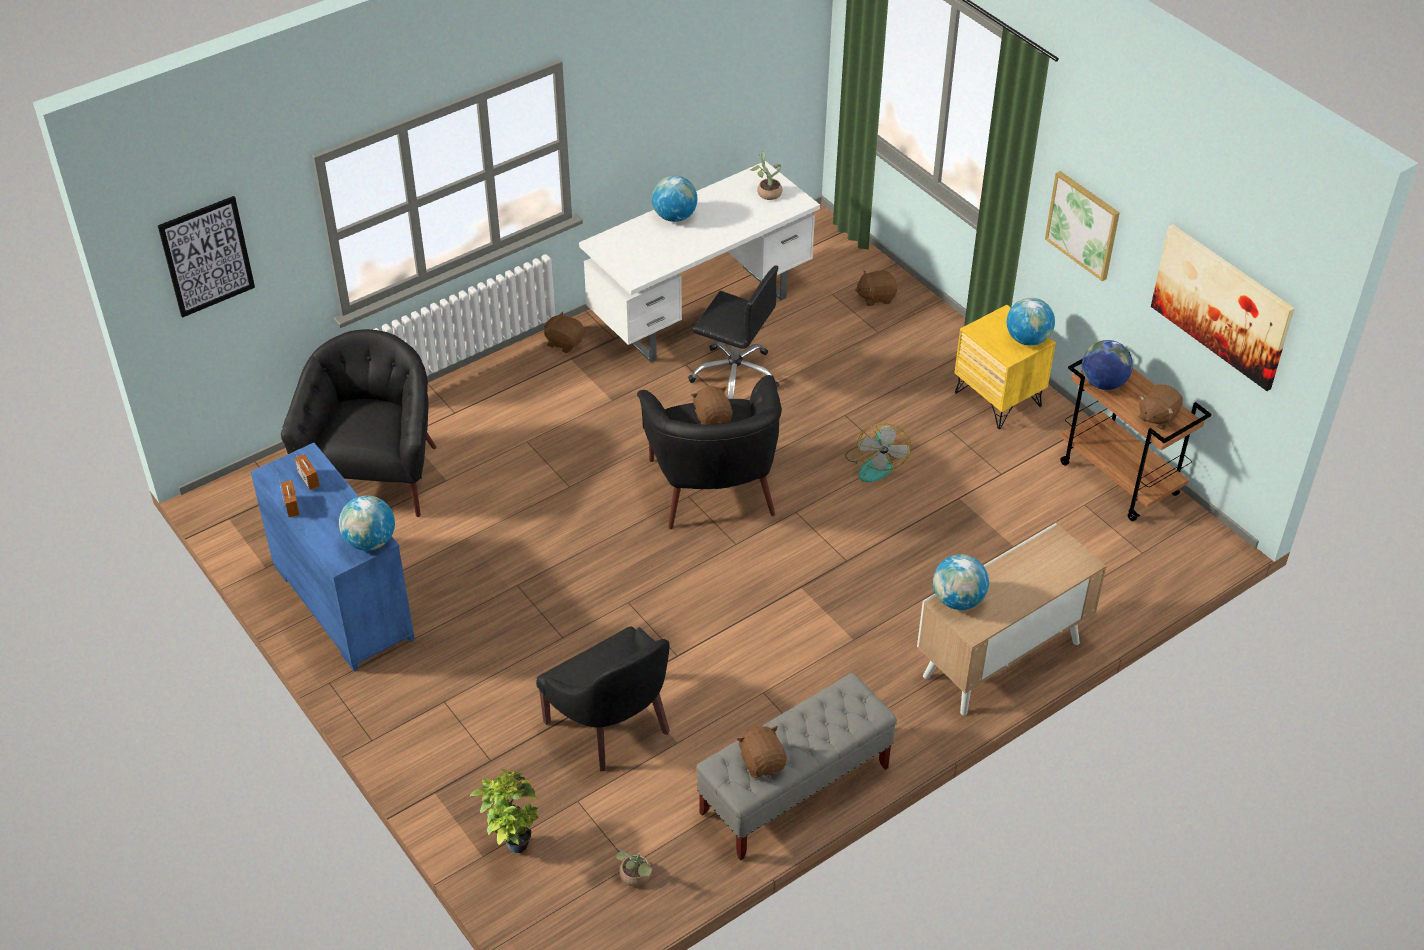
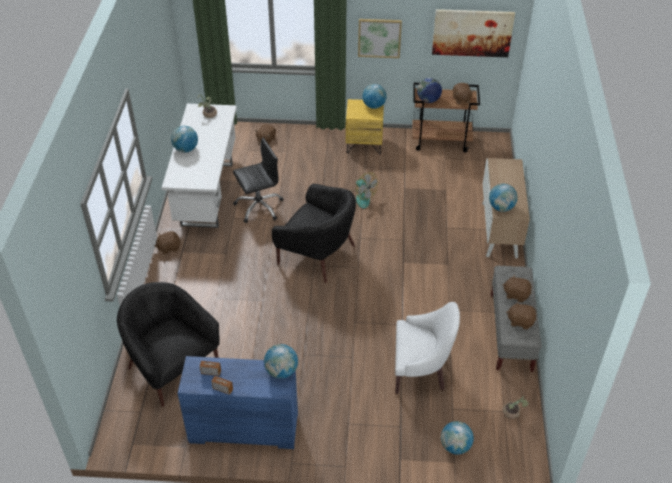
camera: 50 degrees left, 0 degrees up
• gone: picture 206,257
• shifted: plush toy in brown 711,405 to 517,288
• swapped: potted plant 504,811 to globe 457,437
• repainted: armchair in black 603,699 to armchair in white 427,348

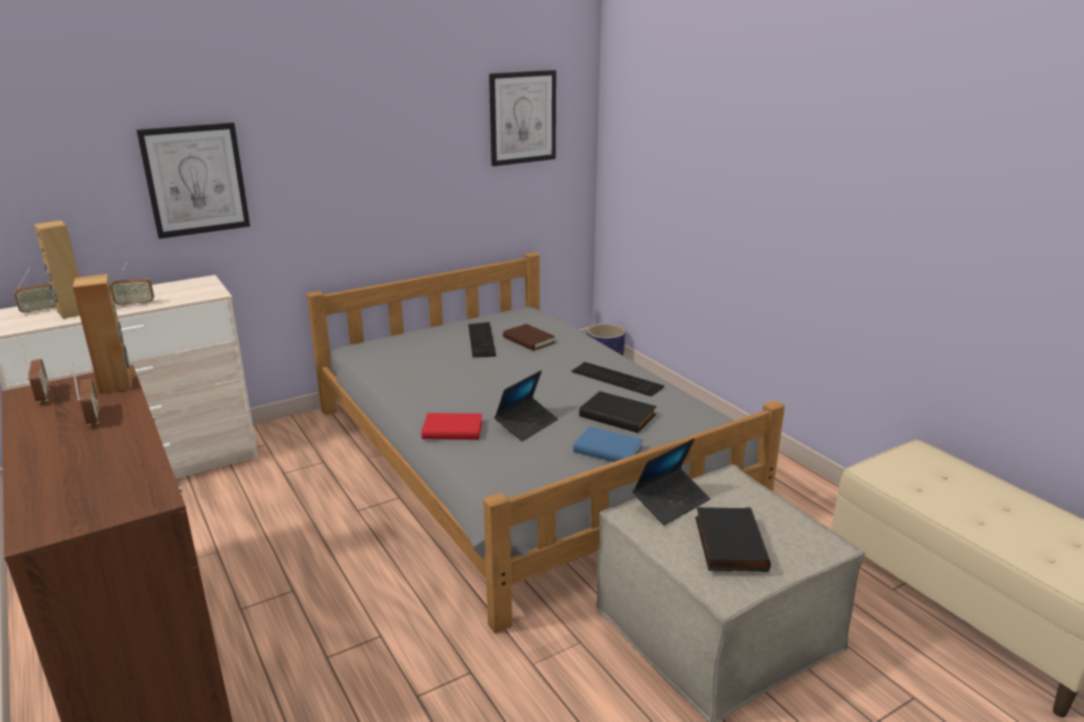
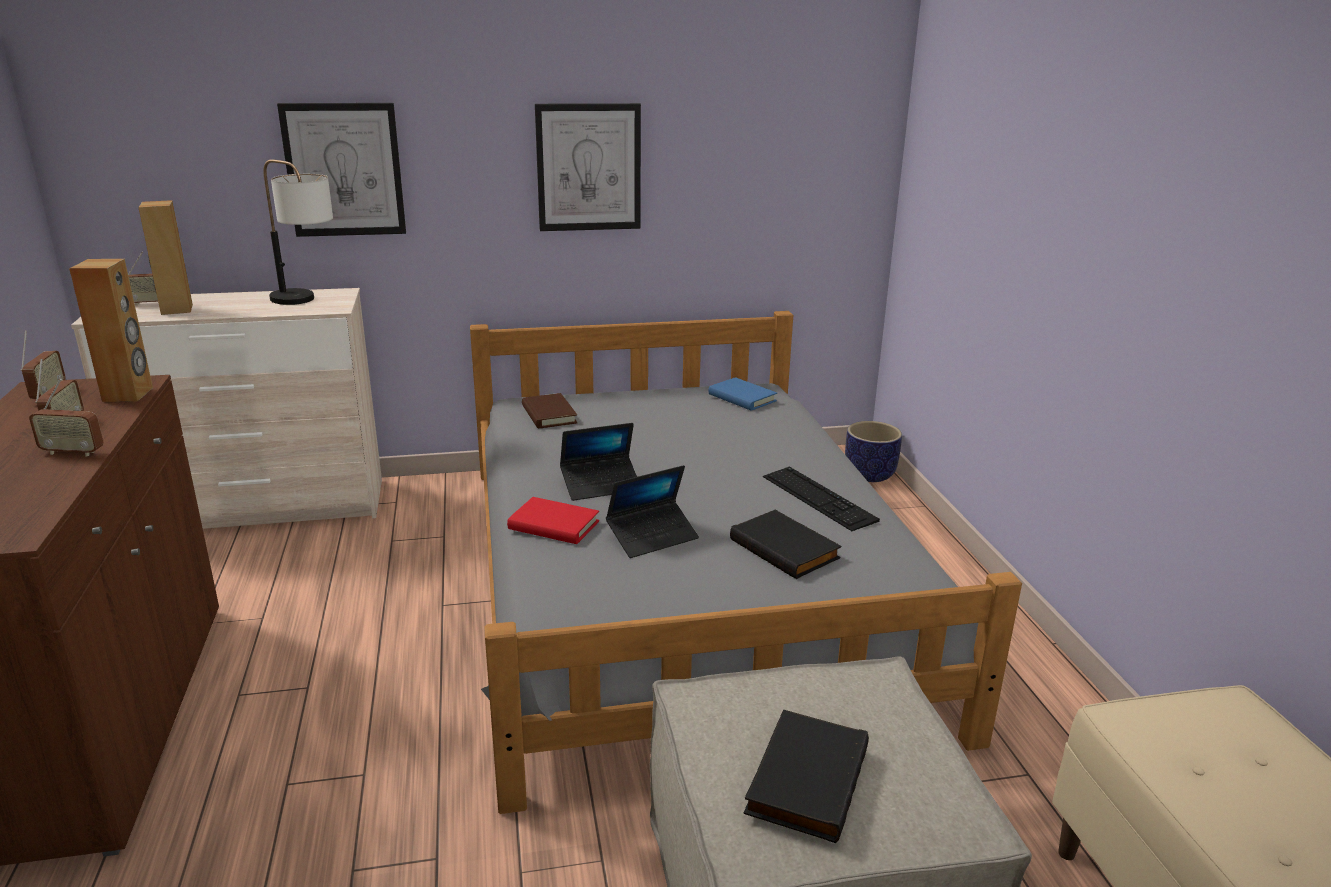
camera: 20 degrees right, 0 degrees up
• gone: keyboard 482,340
• new: table lamp 298,232
• shifted: radio 132,284 to 66,418
• shifted: picture 522,118 to 588,167
• shifted: book in brown 529,337 to 550,410
• shifted: book in blue 608,444 to 742,394
• shifted: laptop 671,481 to 598,462

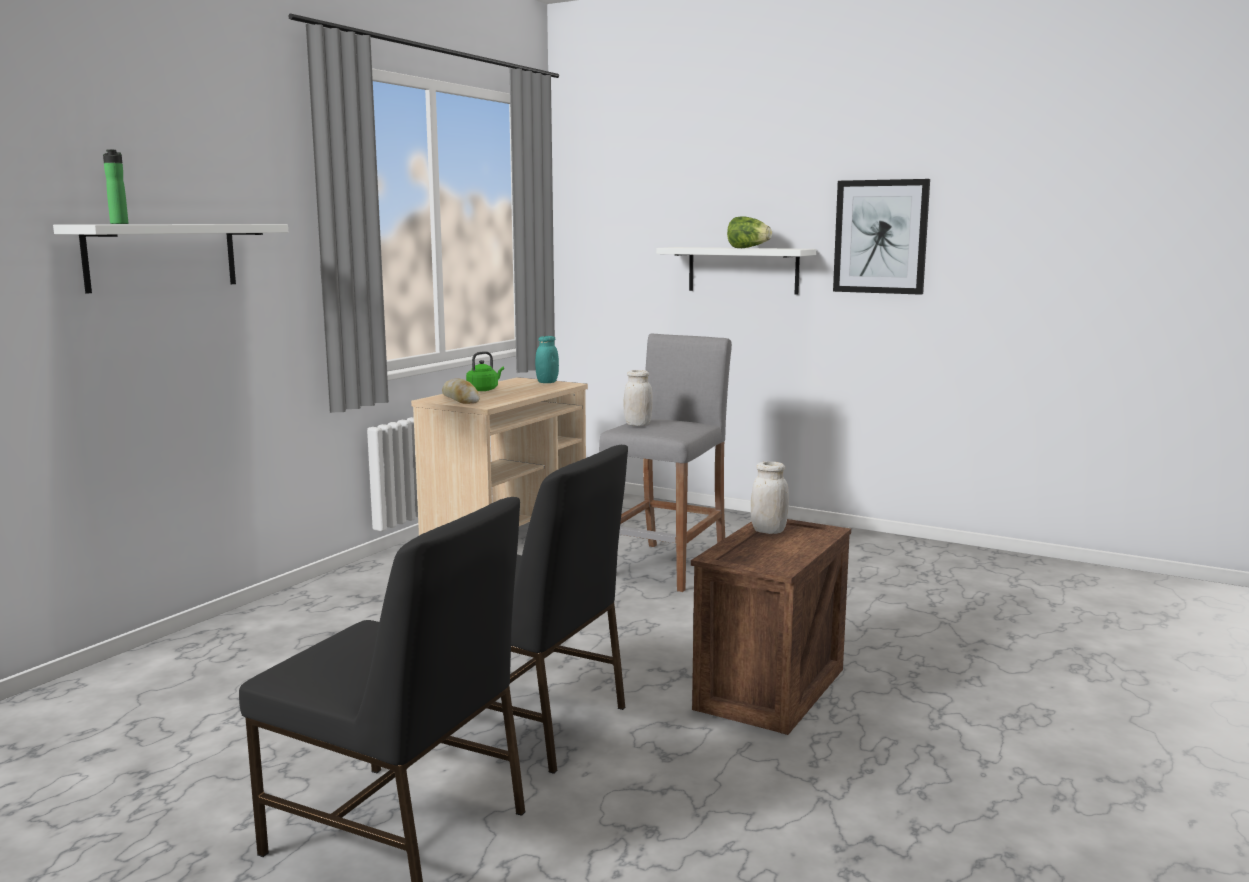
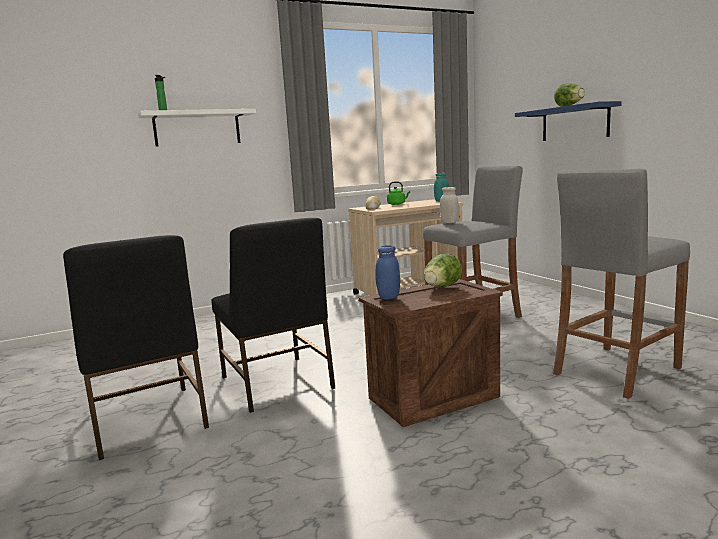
camera: 35 degrees right, 0 degrees up
• gone: picture 881,237
• new: jar in blue 387,272
• new: stool in grey 621,284
• swapped: jar in white 770,497 to lettuce 443,270
• repainted: shelf in white 736,271 to shelf in blue 568,121

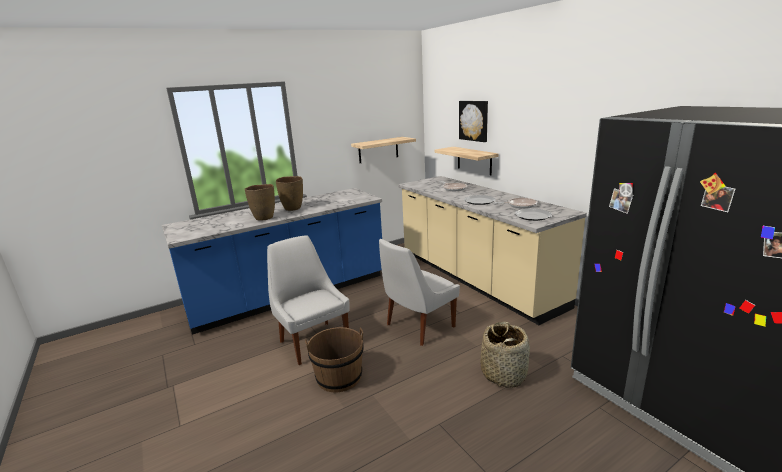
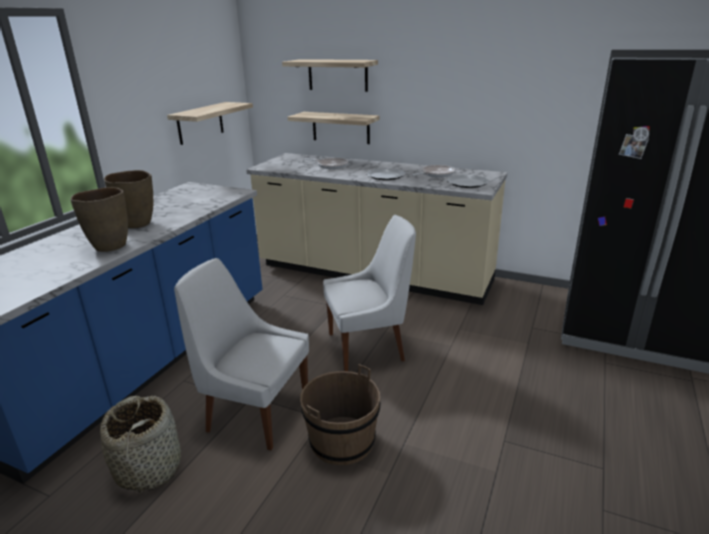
camera: 35 degrees left, 5 degrees up
• shifted: basket 505,354 to 140,444
• swapped: picture 473,121 to shelf 330,75
• rotated: chair in white 419,292 = 369,293 120 degrees counterclockwise

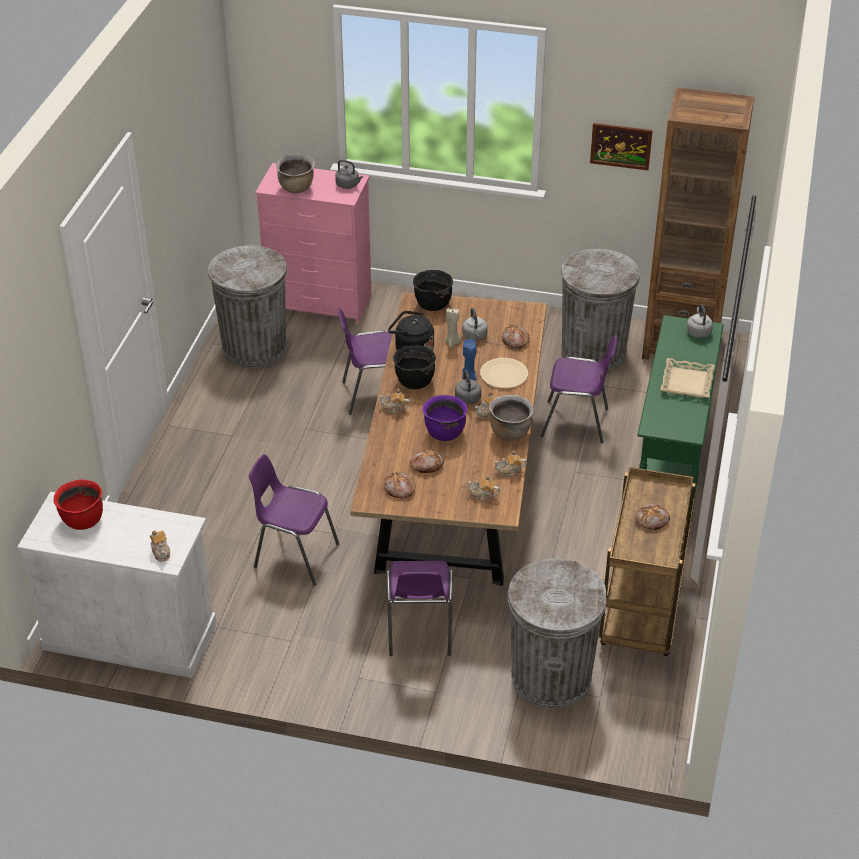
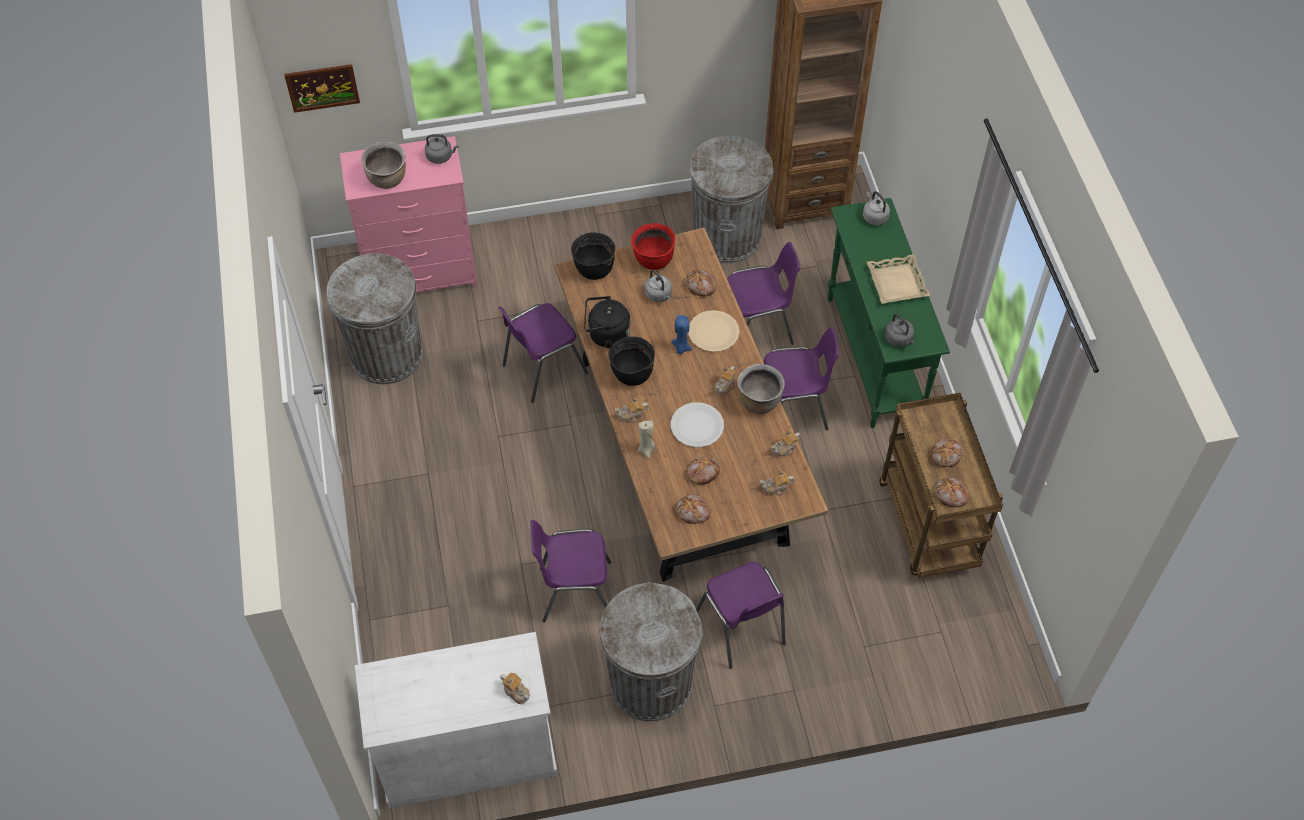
camera: 25 degrees left, 15 degrees up
• new: chair in purple 801,378
• new: bread 951,492
• shifted: cooking pot in red 78,504 to 653,246
• shifted: candle in beige 453,328 to 646,439
• shifted: kettle in grey 468,387 to 900,330
• shifted: trash can in grey 557,633 to 651,651
• shifted: picture 621,146 to 322,88
• swapped: cooking pot in purple 444,418 to plate in white 697,424

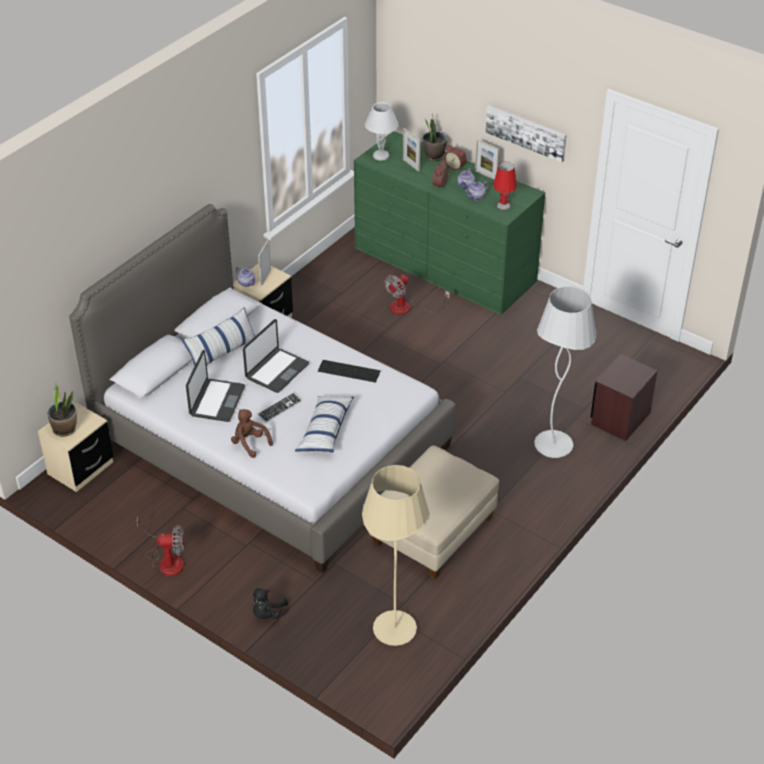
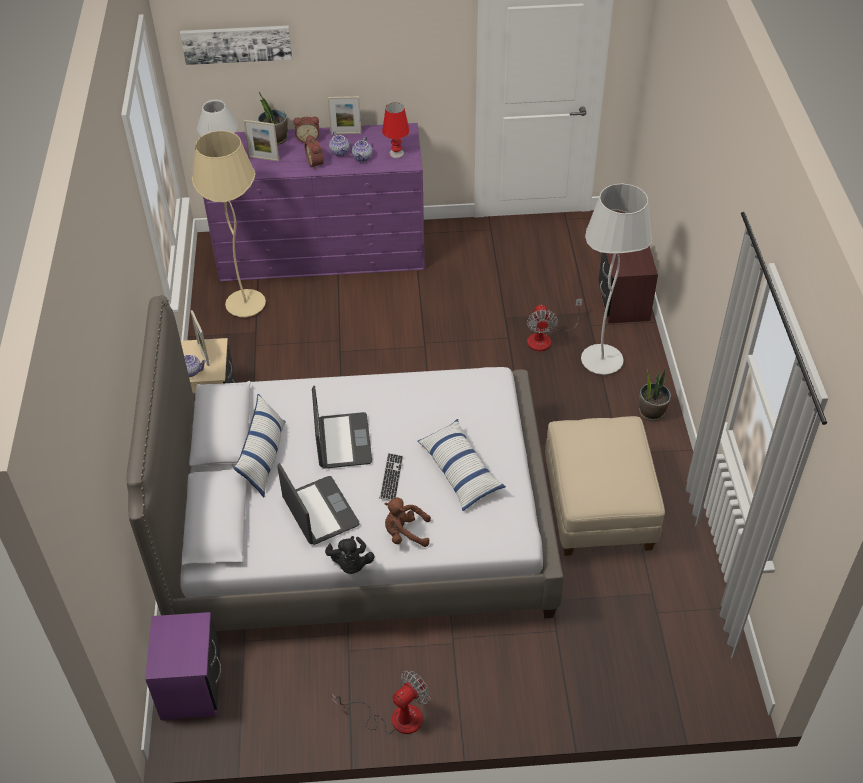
camera: 40 degrees left, 5 degrees up
• gone: keyboard 349,371
• shifted: potted plant 62,410 to 655,393
• shifted: plush toy in black 270,603 to 350,555
• shifted: floor lamp in beige 396,555 to 229,224
• shifted: fan 417,294 to 554,325
• shifted: picture 525,133 to 236,45
• repainted: nightstand in beige 75,447 to nightstand in purple 183,666
• repainted: dresser in green 449,223 to dresser in purple 314,202

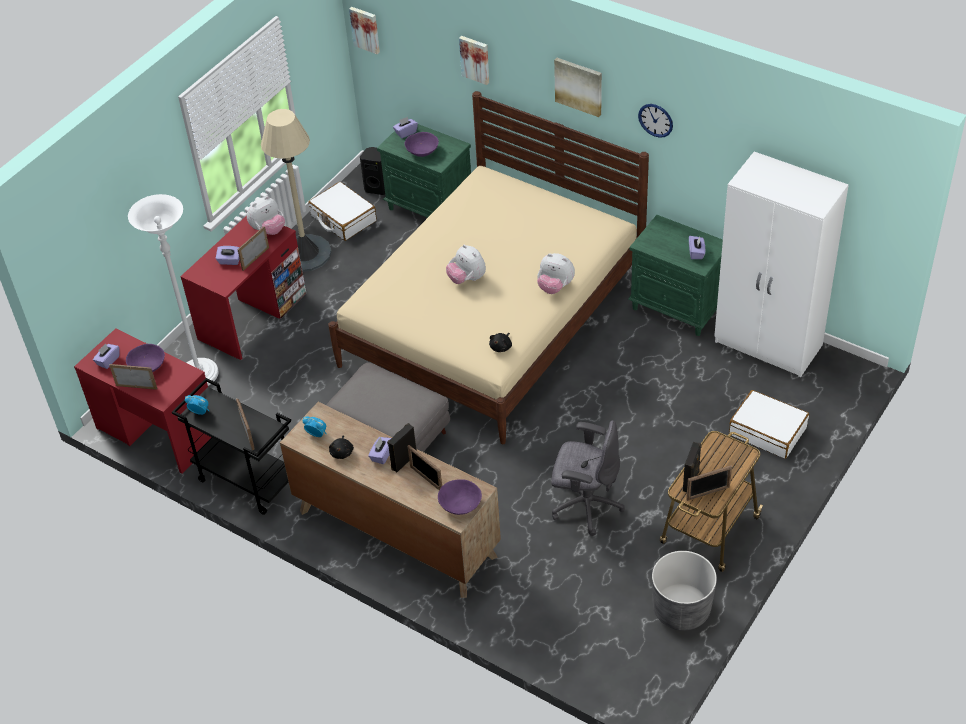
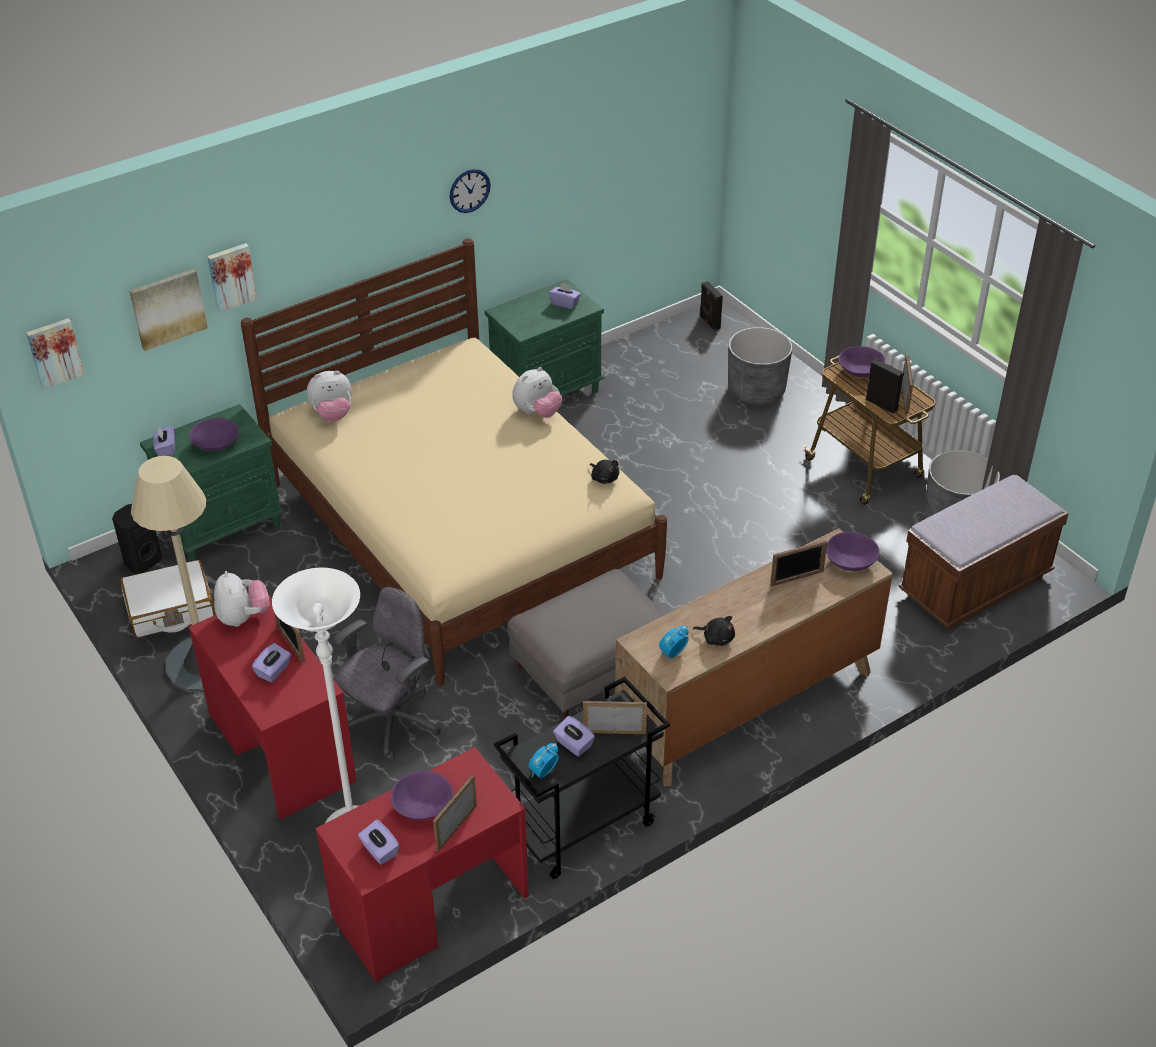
camera: 70 degrees left, 5 degrees down
• gone: wardrobe in white 781,264
• new: bowl in purple 862,361
• new: bench in brown 983,552
• shifted: tissue box in purple 379,450 to 574,736
• shifted: speaker in black 402,447 to 711,306
• shifted: plush toy 466,264 to 329,396
• shifted: office chair in grey 588,478 to 387,674
• shifted: picture 578,87 to 168,310
• swapped: suitcase in white 769,424 to planter in grey 760,366

